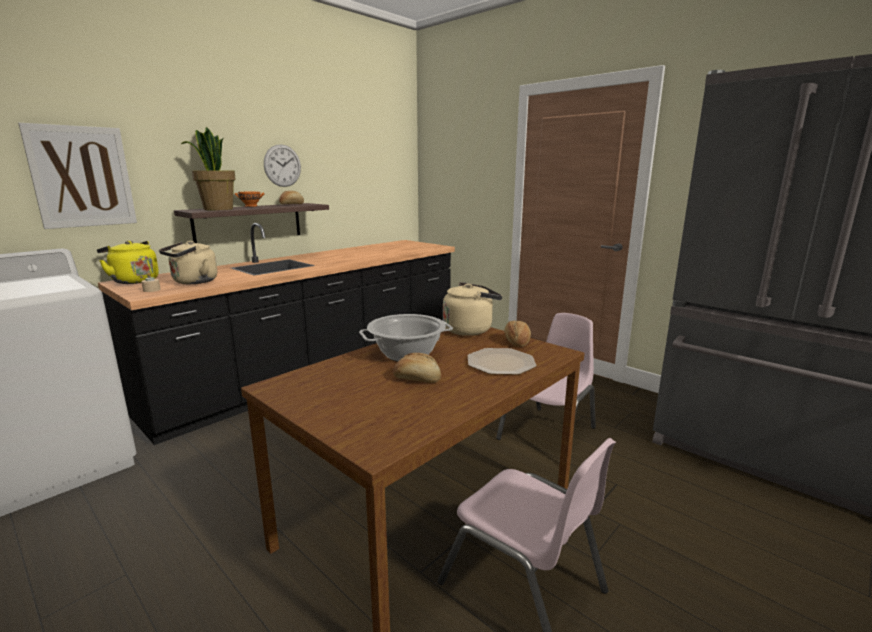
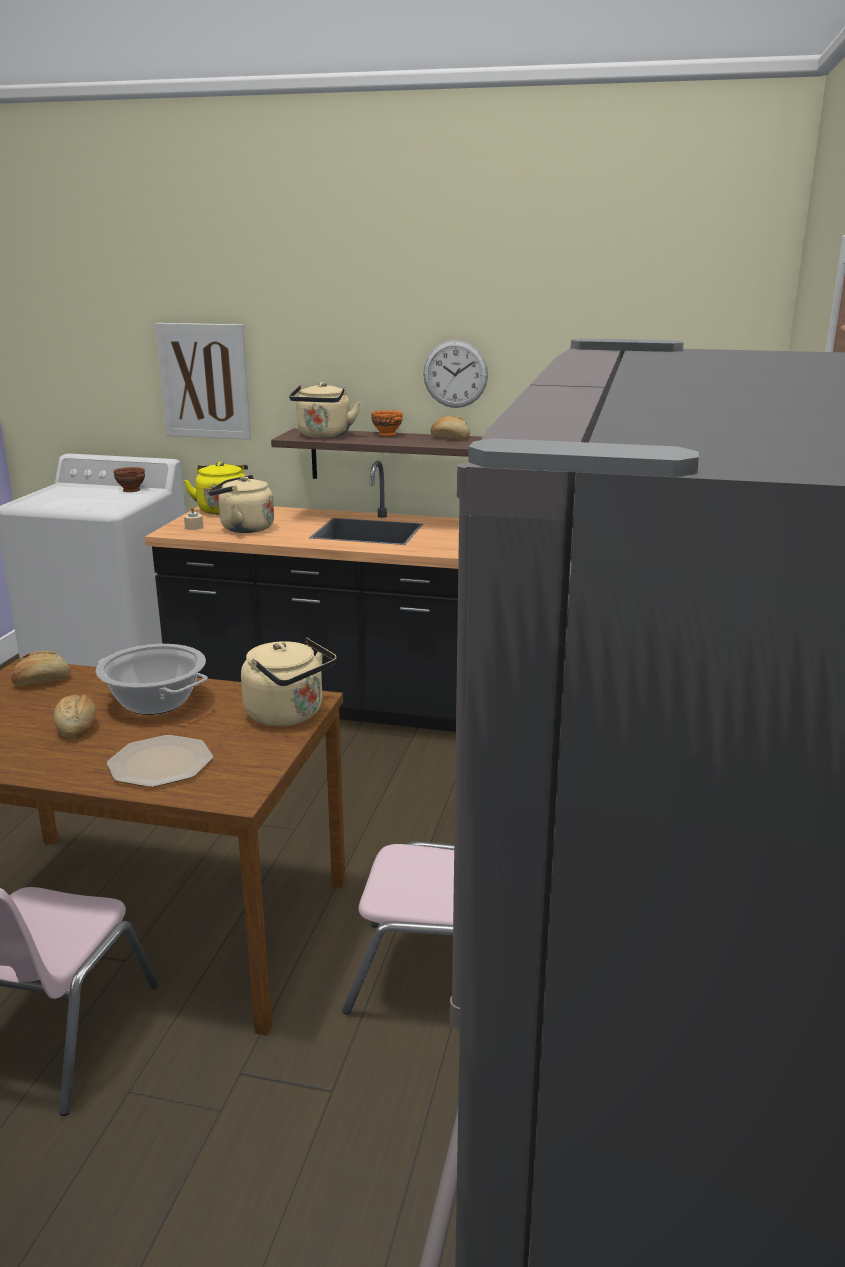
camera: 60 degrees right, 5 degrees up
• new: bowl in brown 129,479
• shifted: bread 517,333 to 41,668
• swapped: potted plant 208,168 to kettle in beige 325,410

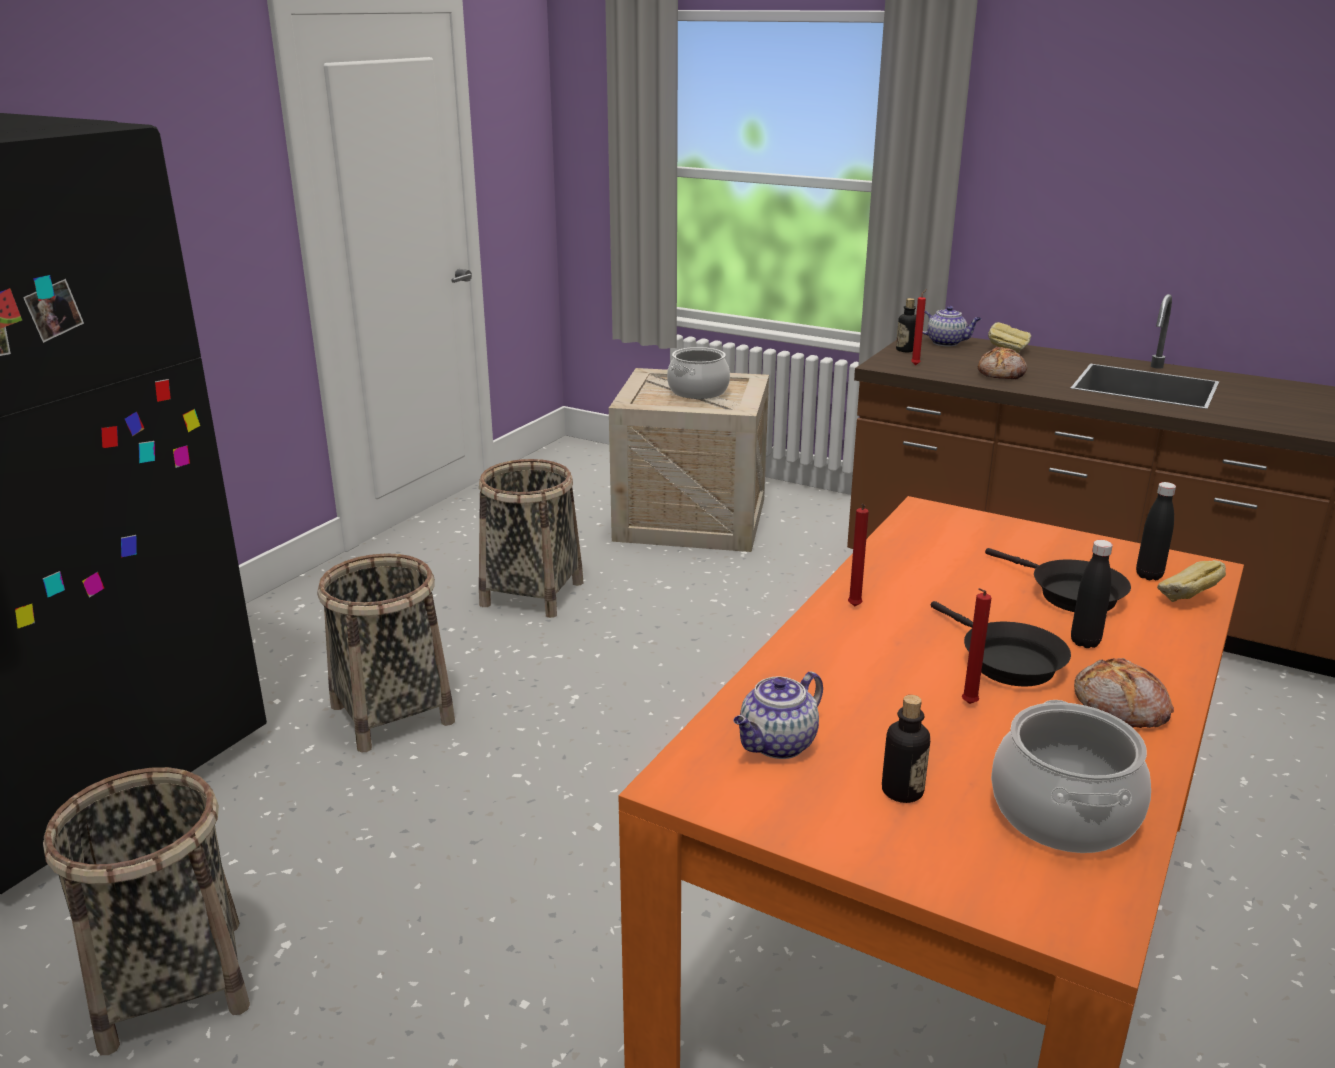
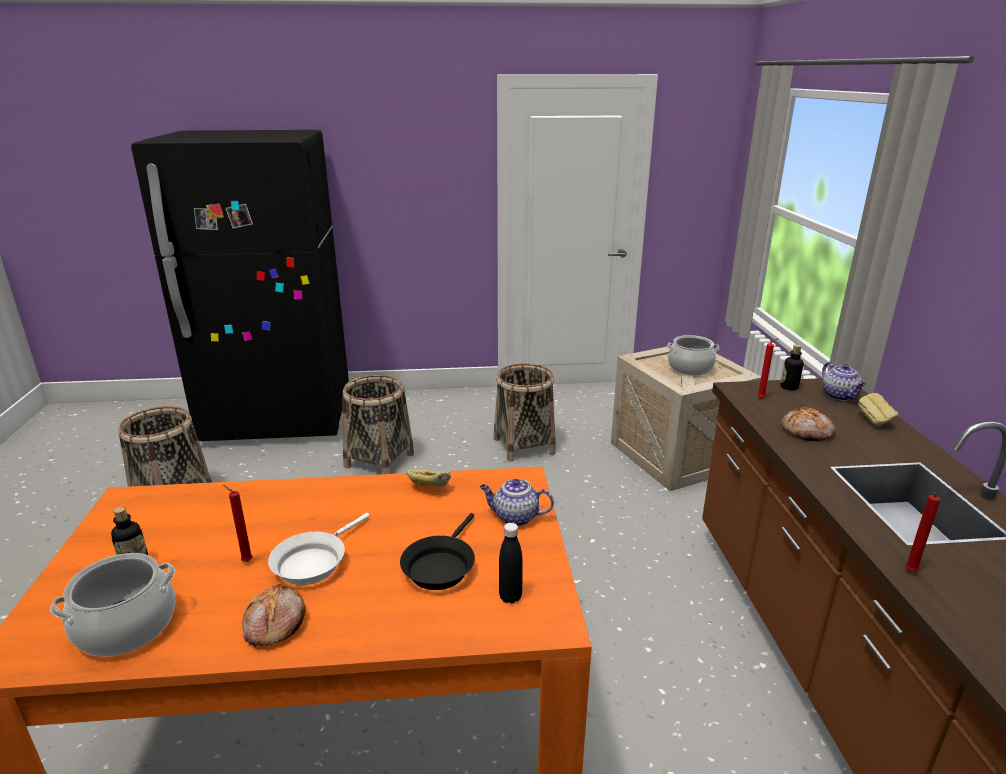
camera: 55 degrees right, 0 degrees up
• gone: bottle in black 1092,594
• shifted: teapot 778,715 to 517,502
• shifted: candle in red 858,555 to 922,531
• shifted: bread 1191,581 to 429,478
• repainted: frying pan in black 1001,643 to frying pan in white 319,549

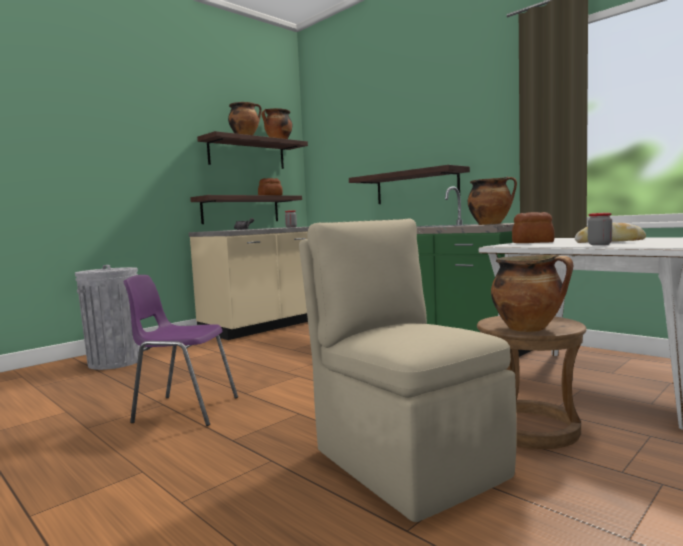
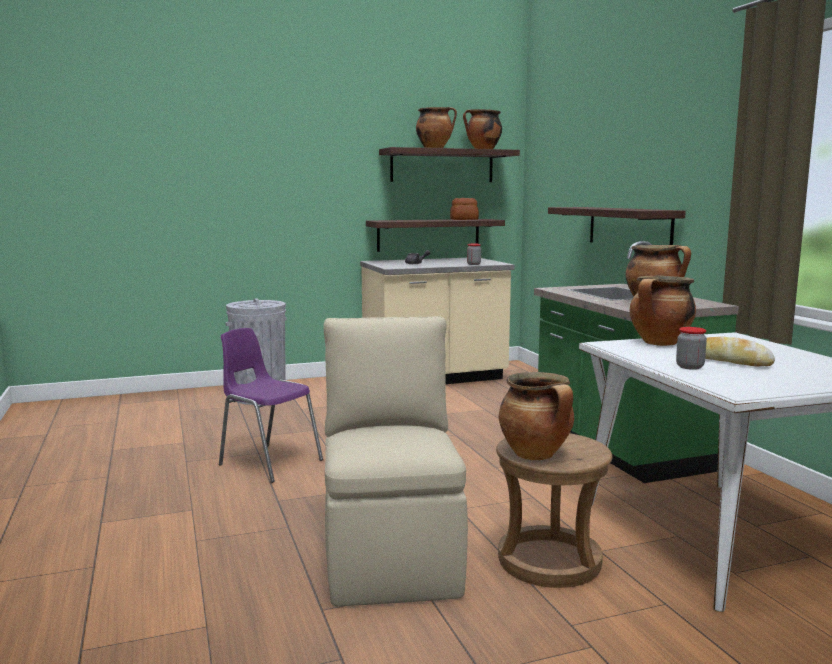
camera: 25 degrees right, 5 degrees up
• swapped: bread 533,227 to cooking pot 663,311

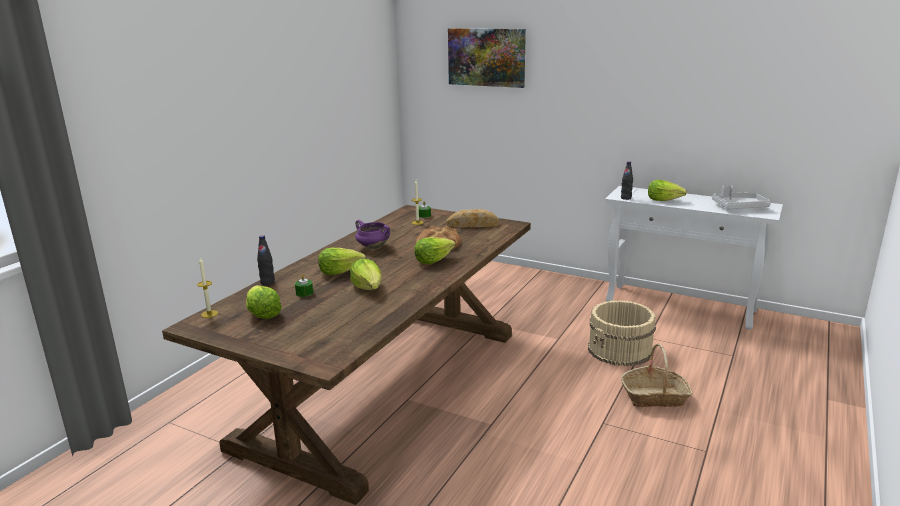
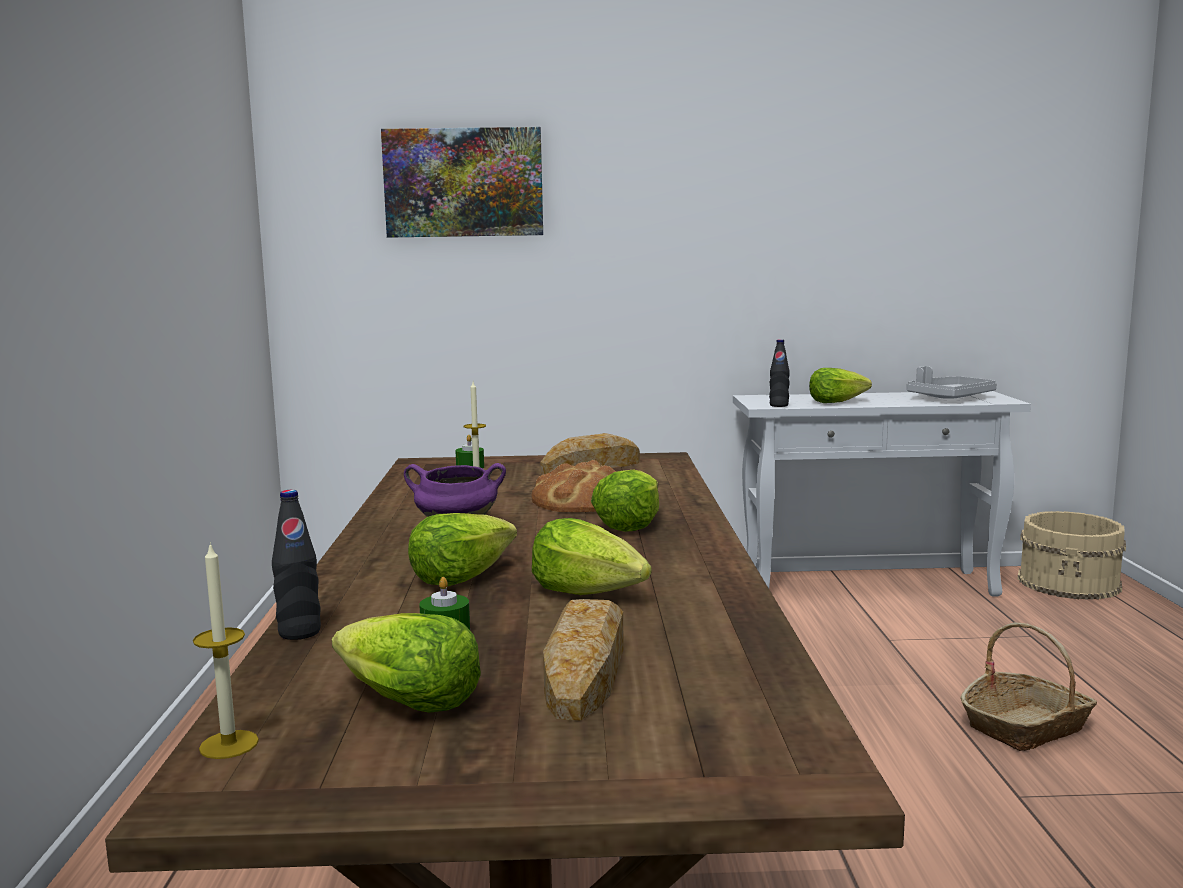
camera: 30 degrees left, 10 degrees down
• new: bread 583,660
• shifted: bucket in beige 622,333 to 1071,555

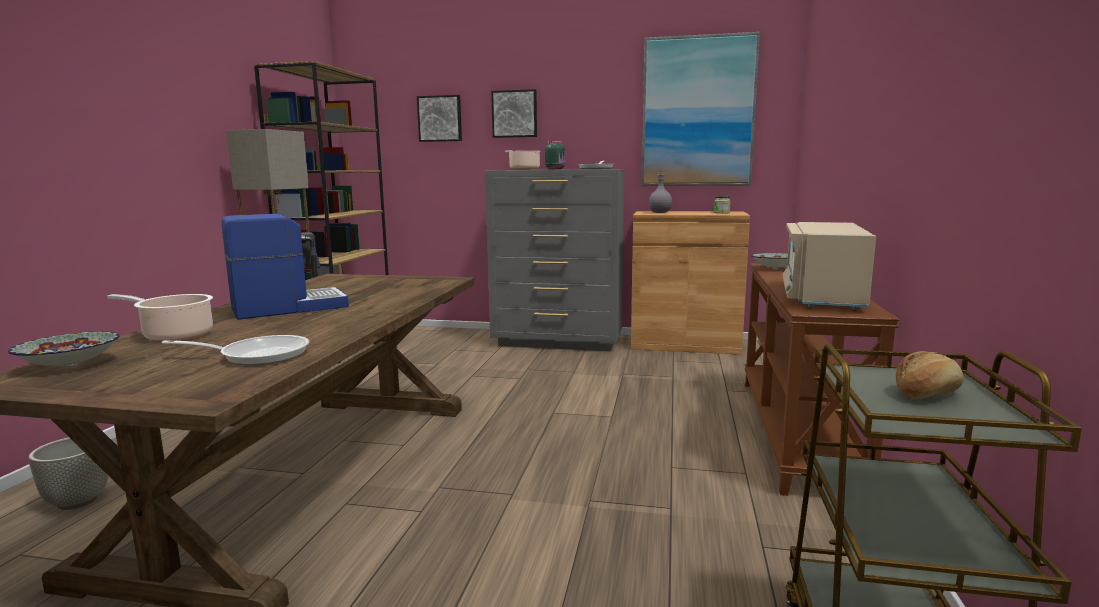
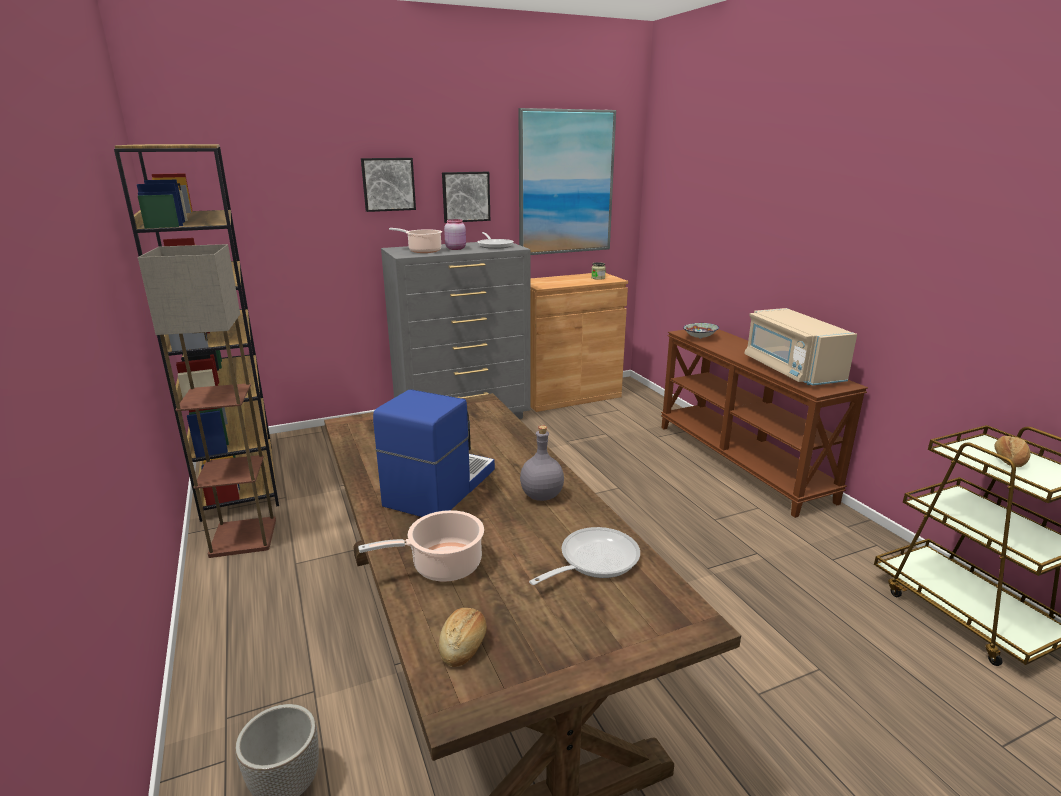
camera: 35 degrees left, 10 degrees up
• shifted: picture 439,118 to 466,197
• shifted: bottle in grey 660,192 to 542,463
• swapped: bowl 64,349 to bread 463,637
• repainted: jar in green 555,155 to jar in pink 455,234

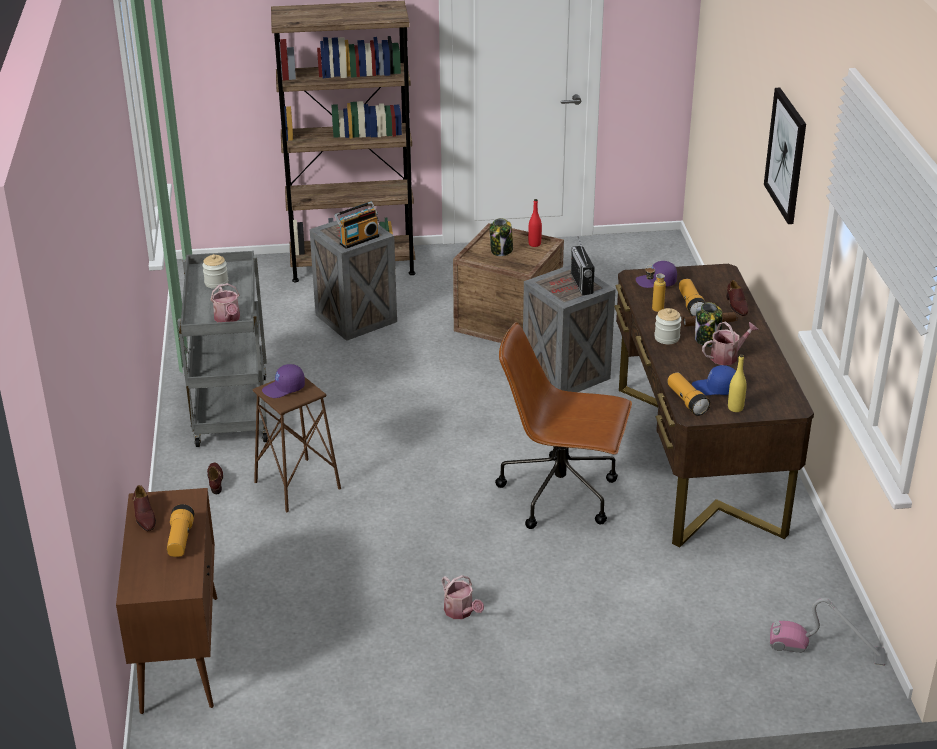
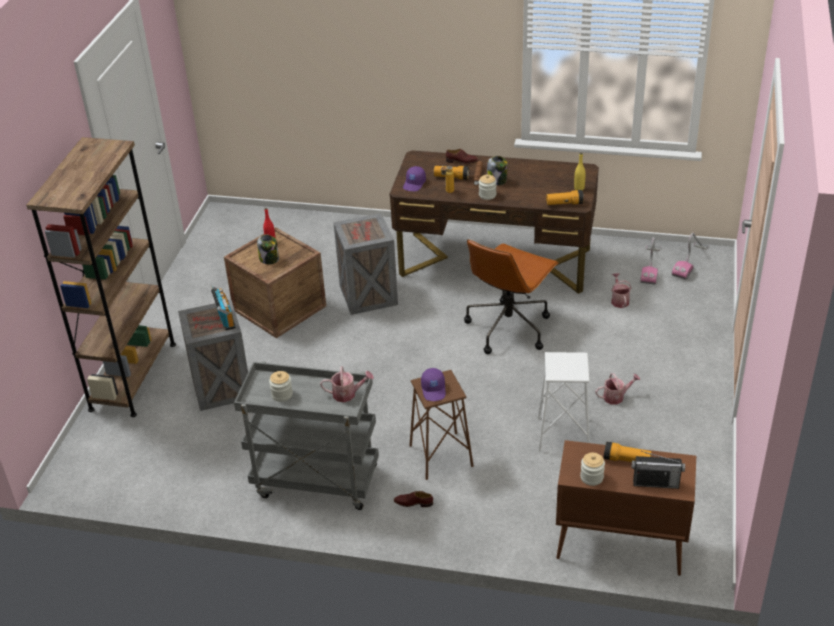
camera: 70 degrees left, 5 degrees up
• gone: cap in blue 714,380
• gone: picture 785,156
• new: stool in white 564,402
• new: vacuum cleaner 650,261
• shifted: radio 583,266 to 658,470
• shifted: watering can 730,343 to 621,290
• swapped: shoe in brown 144,508 to jar 592,469

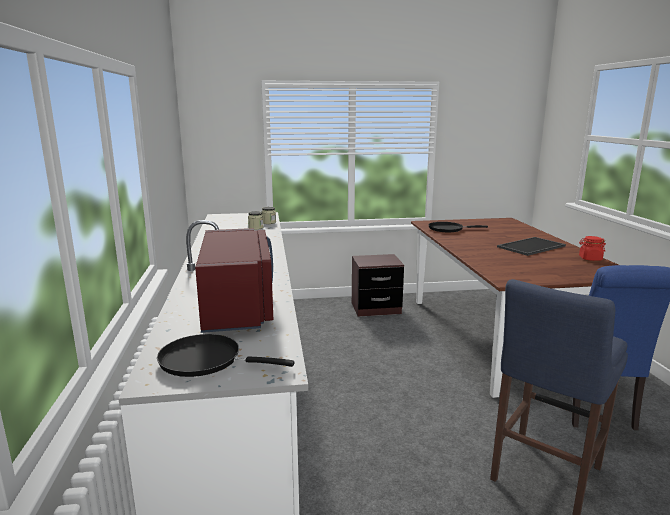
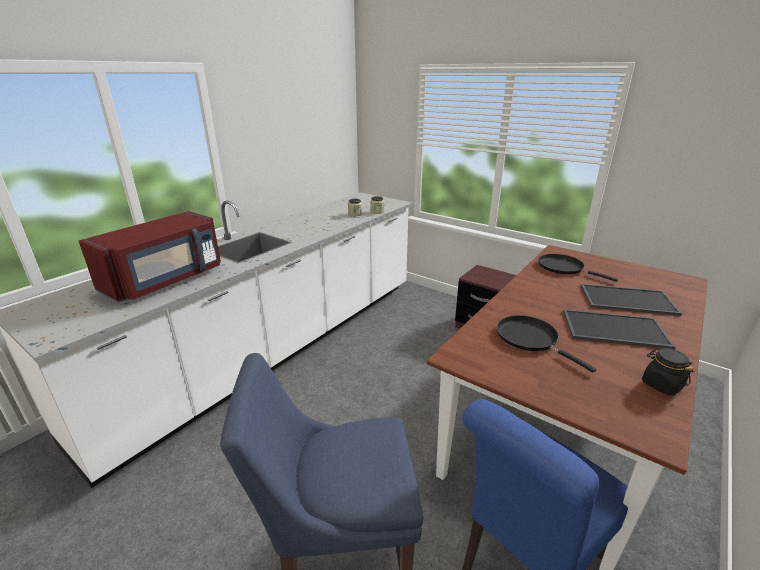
camera: 45 degrees right, 10 degrees up
• new: tray 631,300
• shifted: frying pan in black 226,355 to 546,344
• repainted: jar in red 592,248 to jar in black 668,372

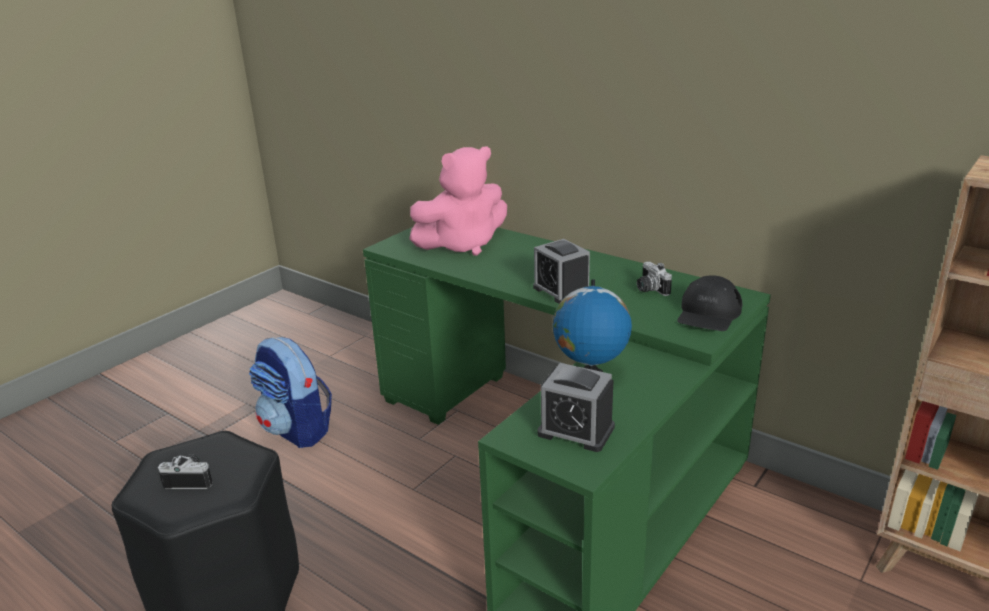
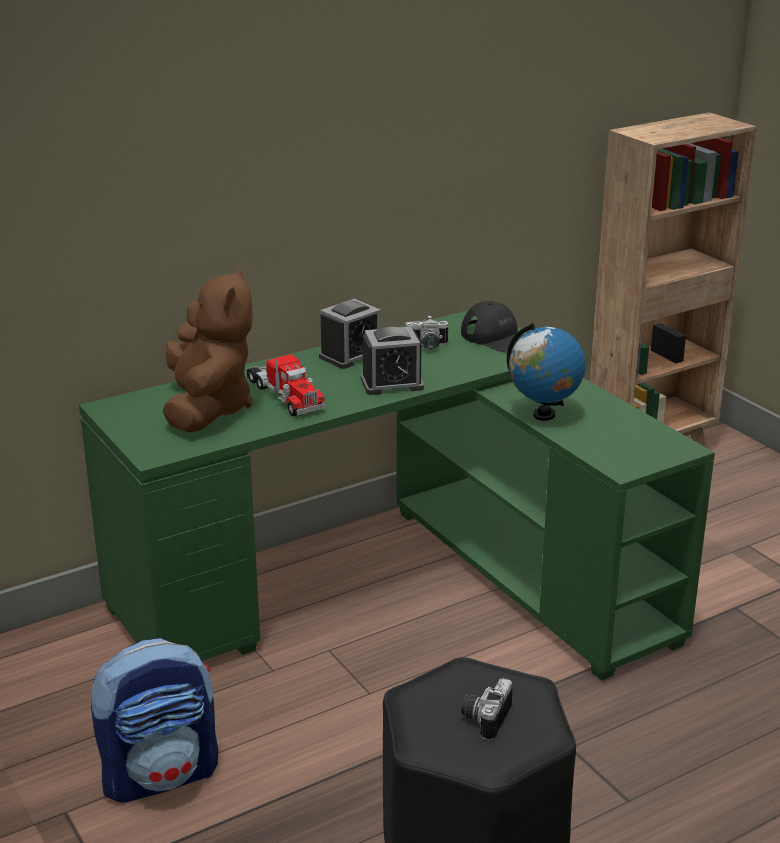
camera: 70 degrees left, 0 degrees up
• new: toy truck 286,384
• shifted: alarm clock 576,407 to 350,334
• repainted: plush toy in pink 458,201 to plush toy in brown 208,350

